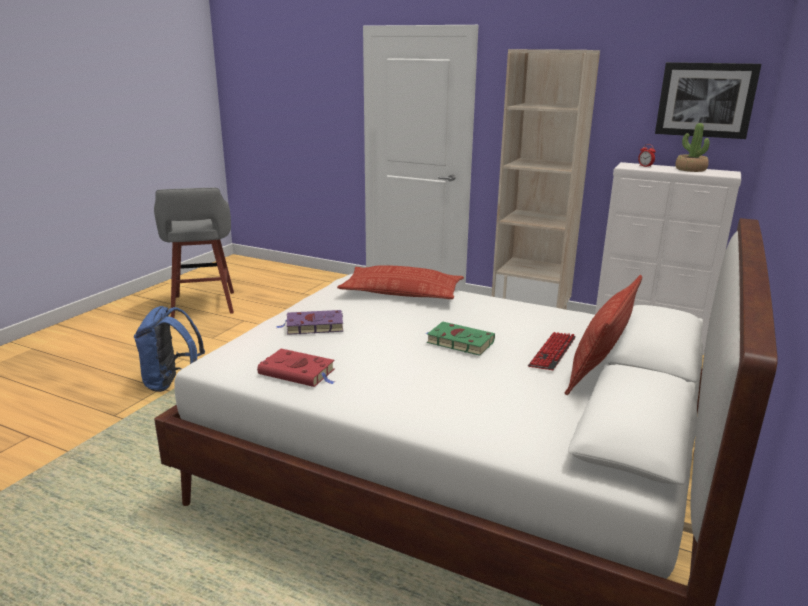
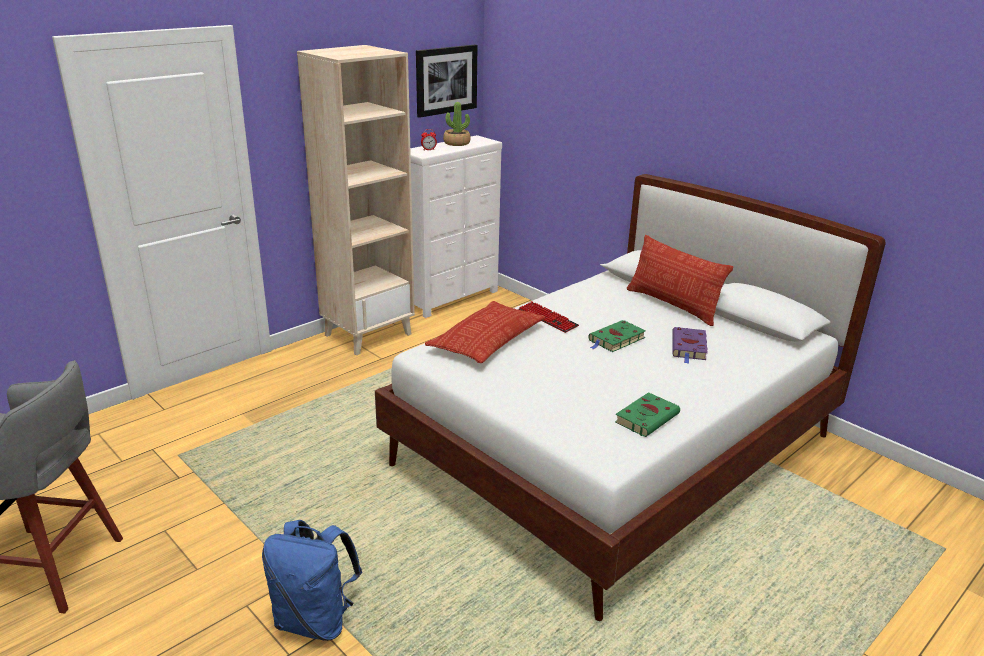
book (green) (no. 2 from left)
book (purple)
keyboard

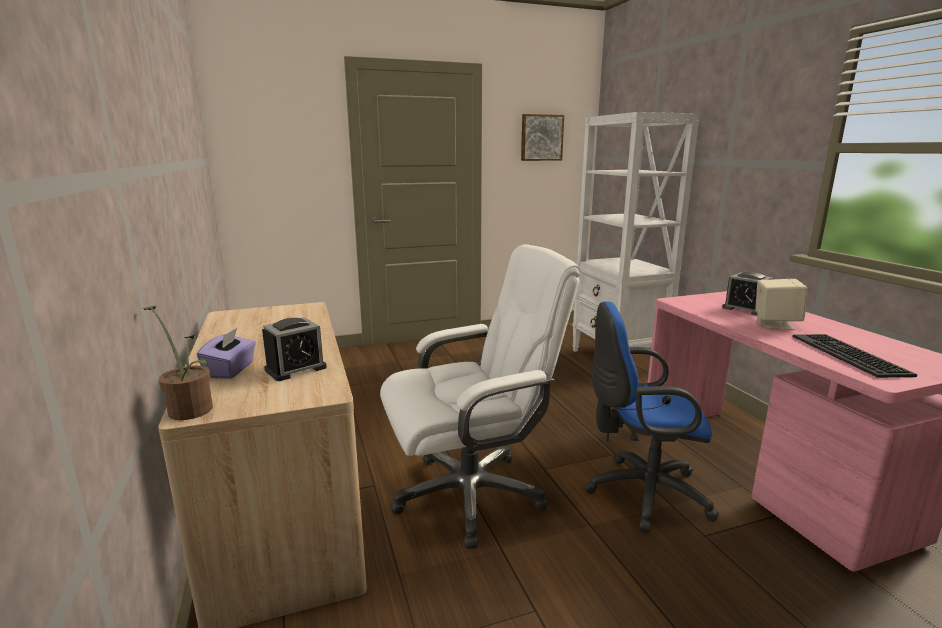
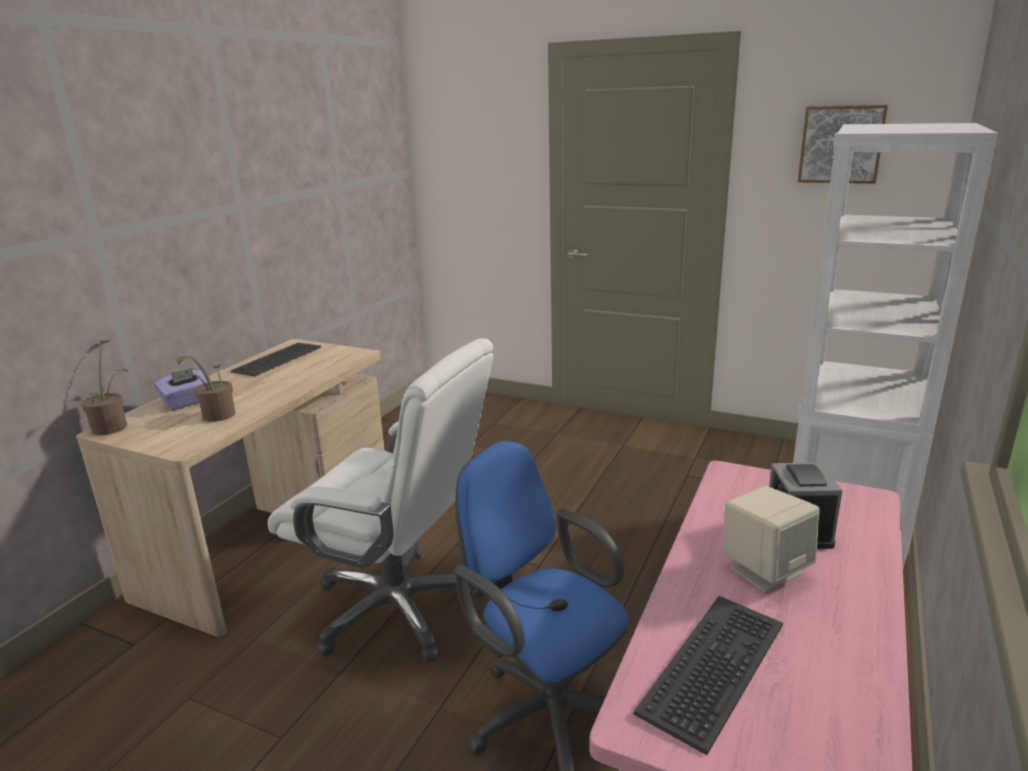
potted plant (no. 2 from left)
keyboard (no. 1 from left)

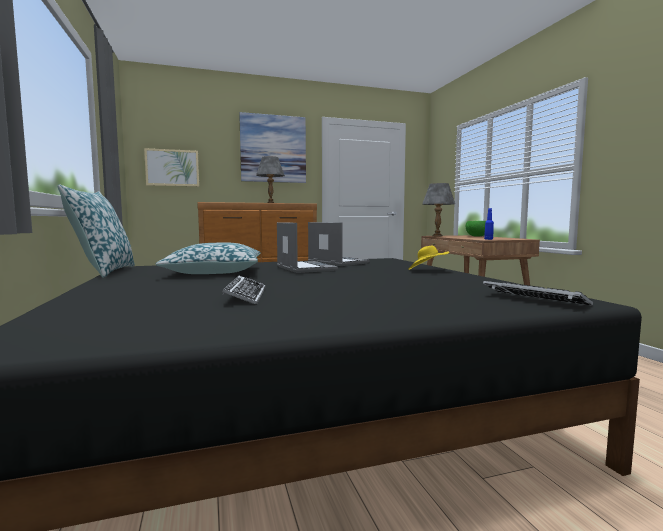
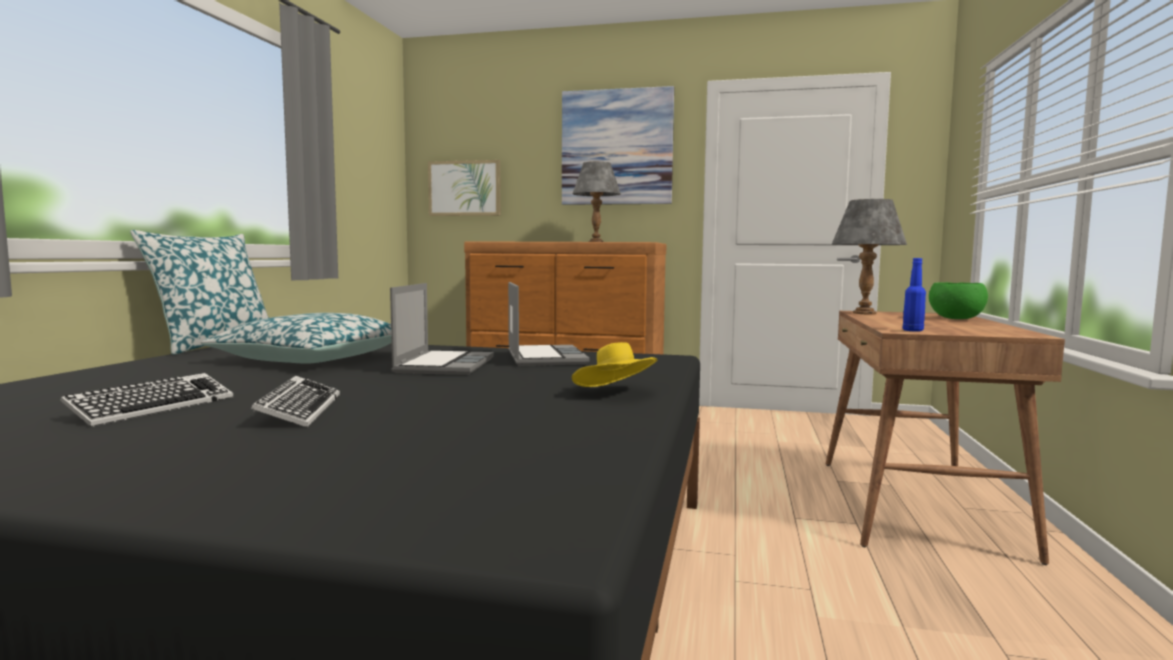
keyboard (no. 2 from left)

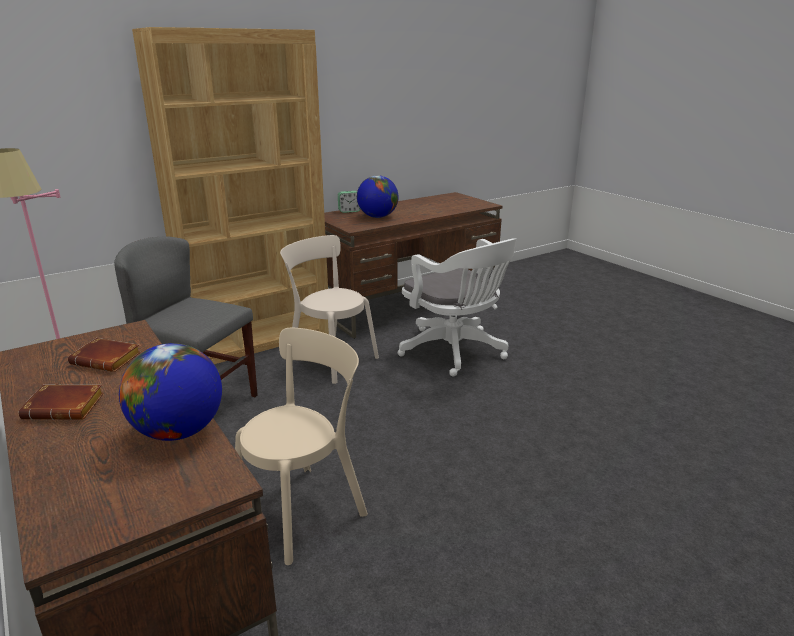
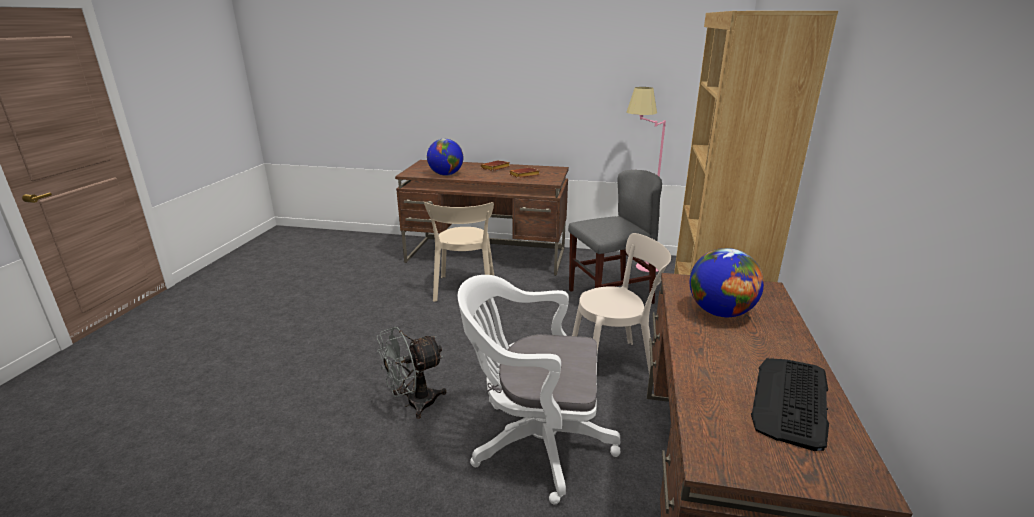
alarm clock
fan (grey)
keyboard

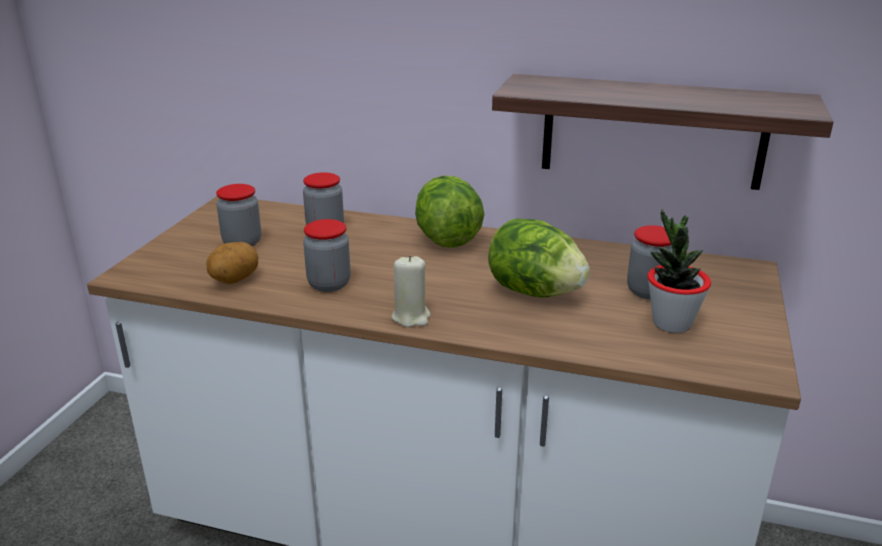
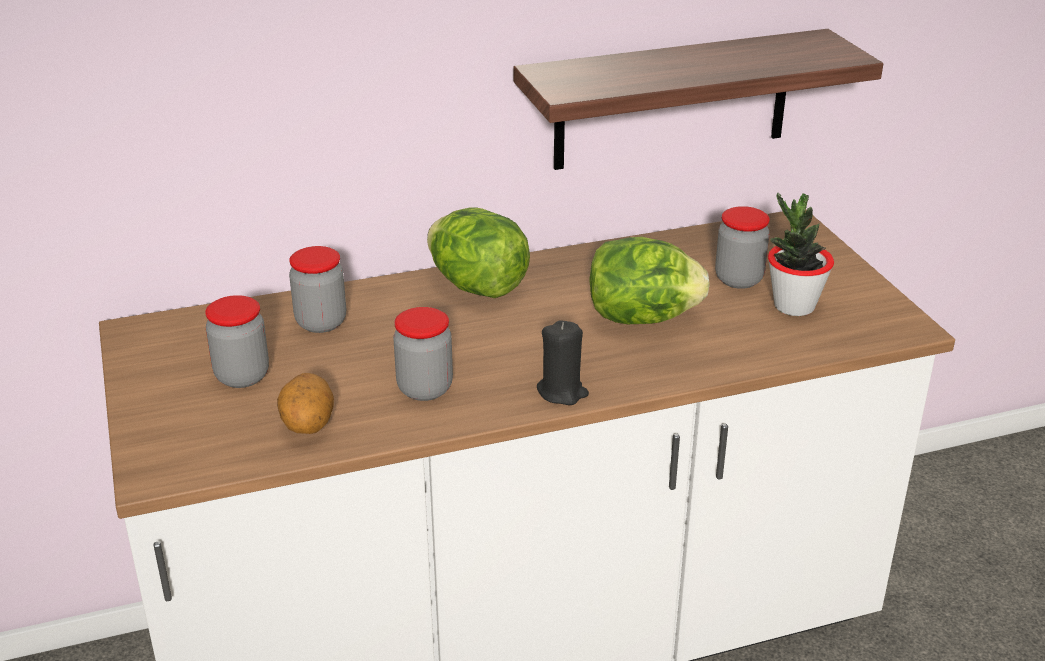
candle (black)

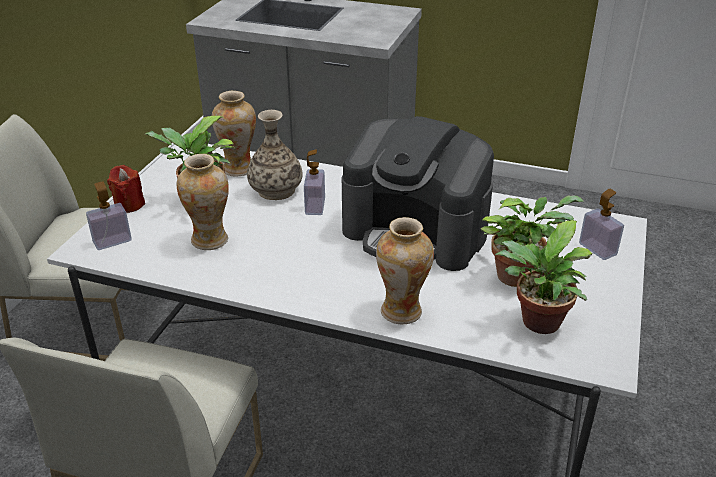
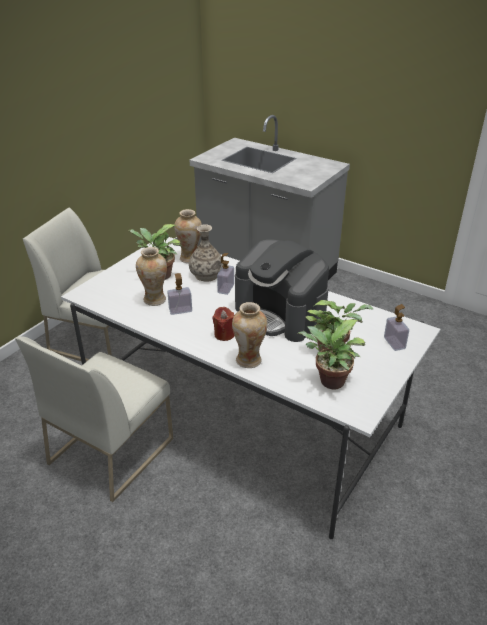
soap dispenser (no. 1 from left)
candle (red)

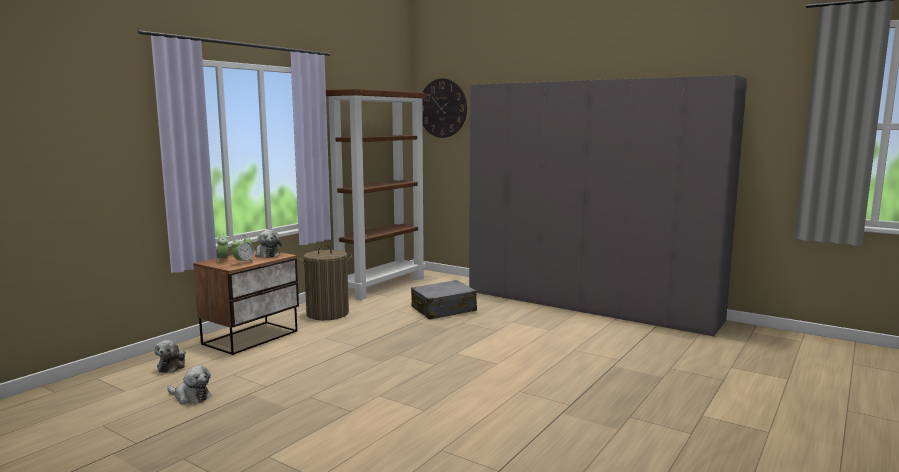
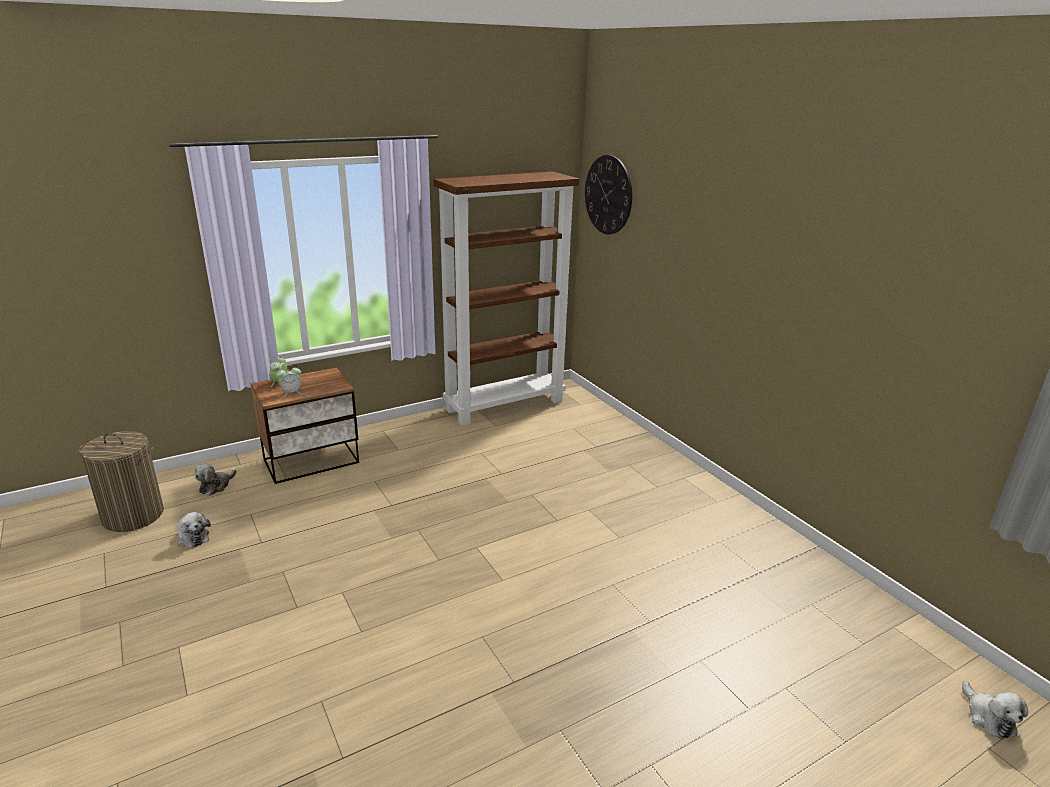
plush toy (no. 3 from left)
laundry basket
suitcase (grey)
wardrobe (grey)

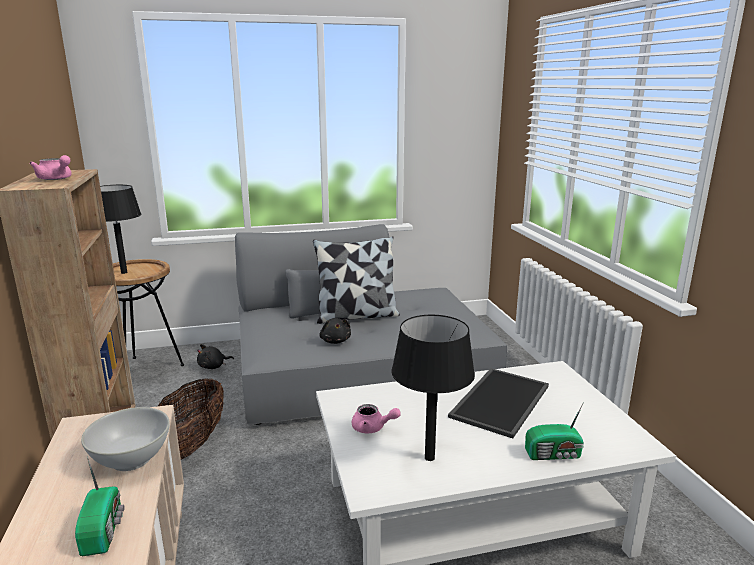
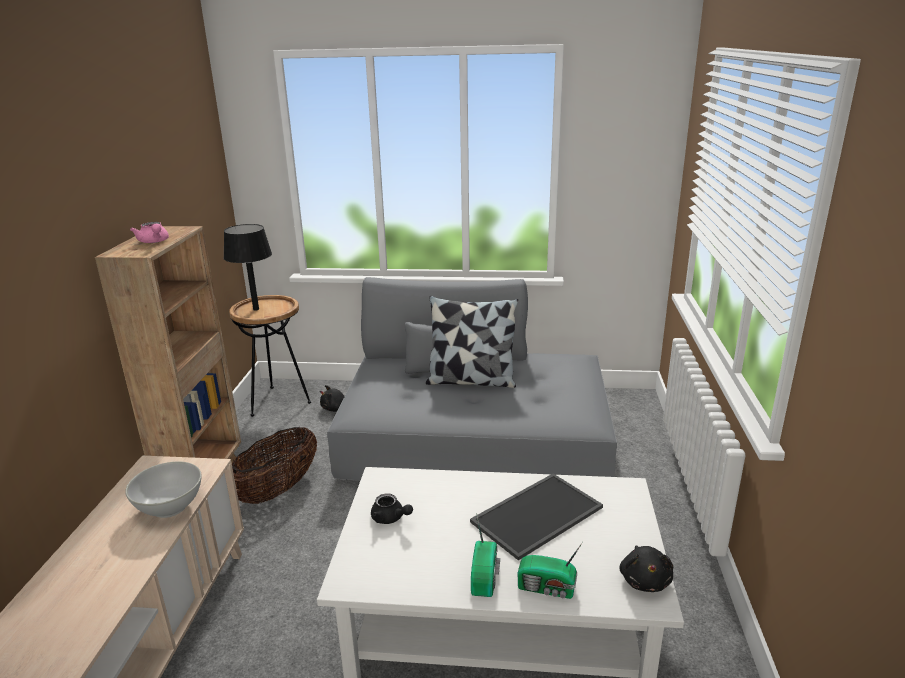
radio (no. 1 from left)
plush toy (black) (no. 2 from left)
teapot (black)
table lamp (black) (no. 2 from left in the first image)

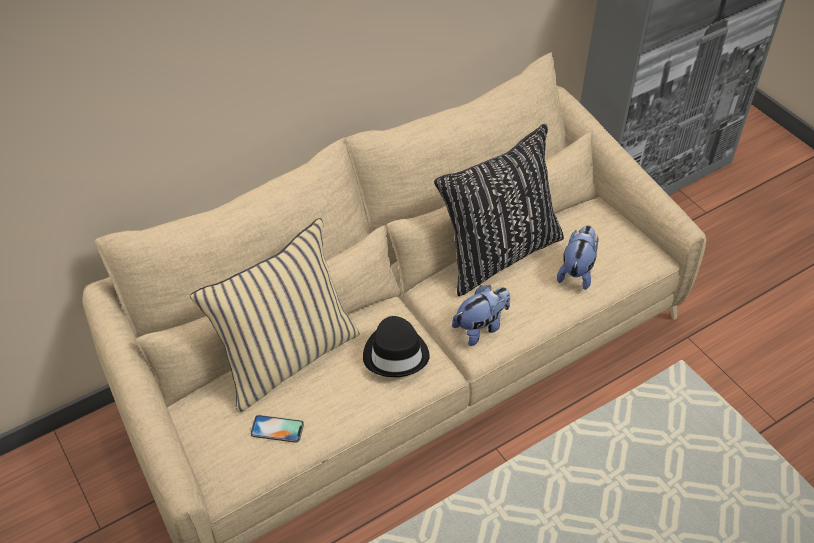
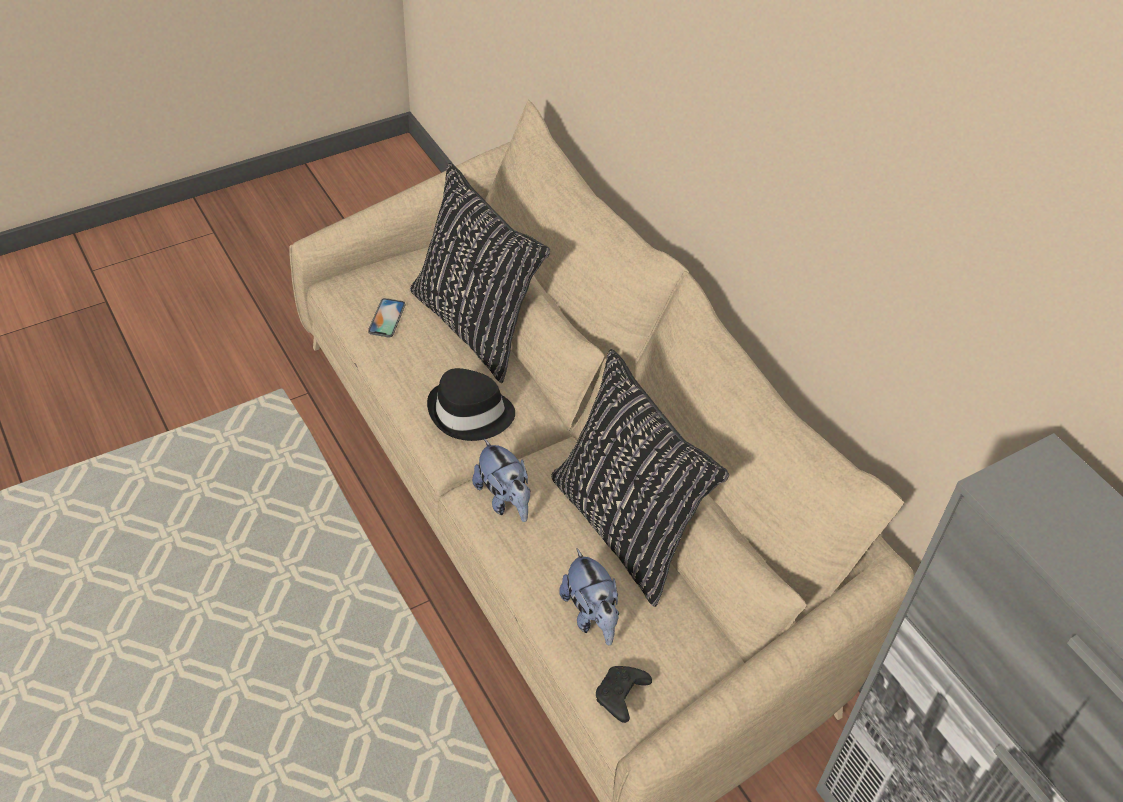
pillow (black) (no. 1 from left)
plush toy (no. 2 from left)
game controller (black)

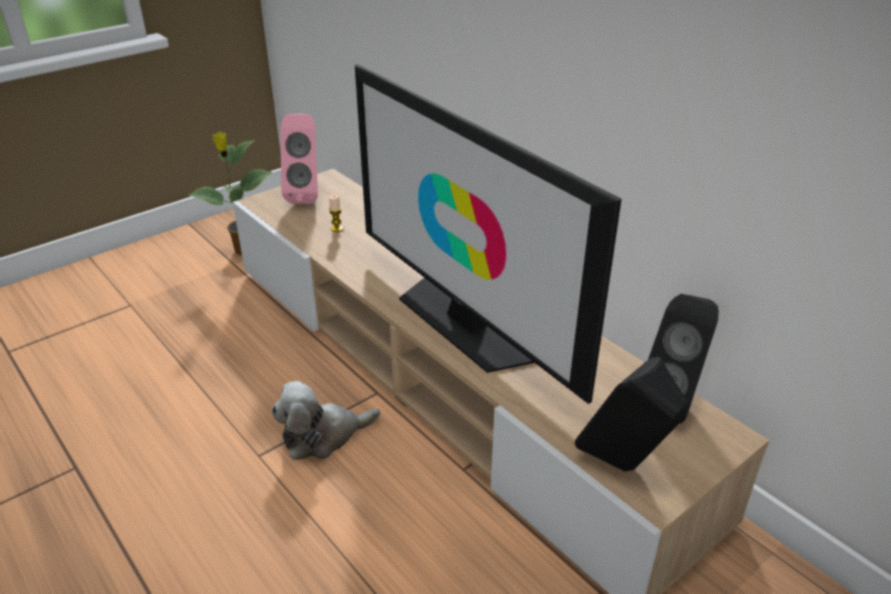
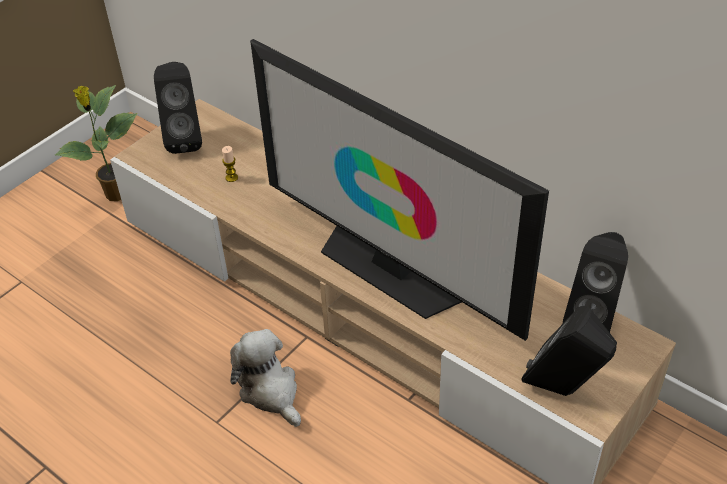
plush toy
speaker (black) (no. 1 from left)

